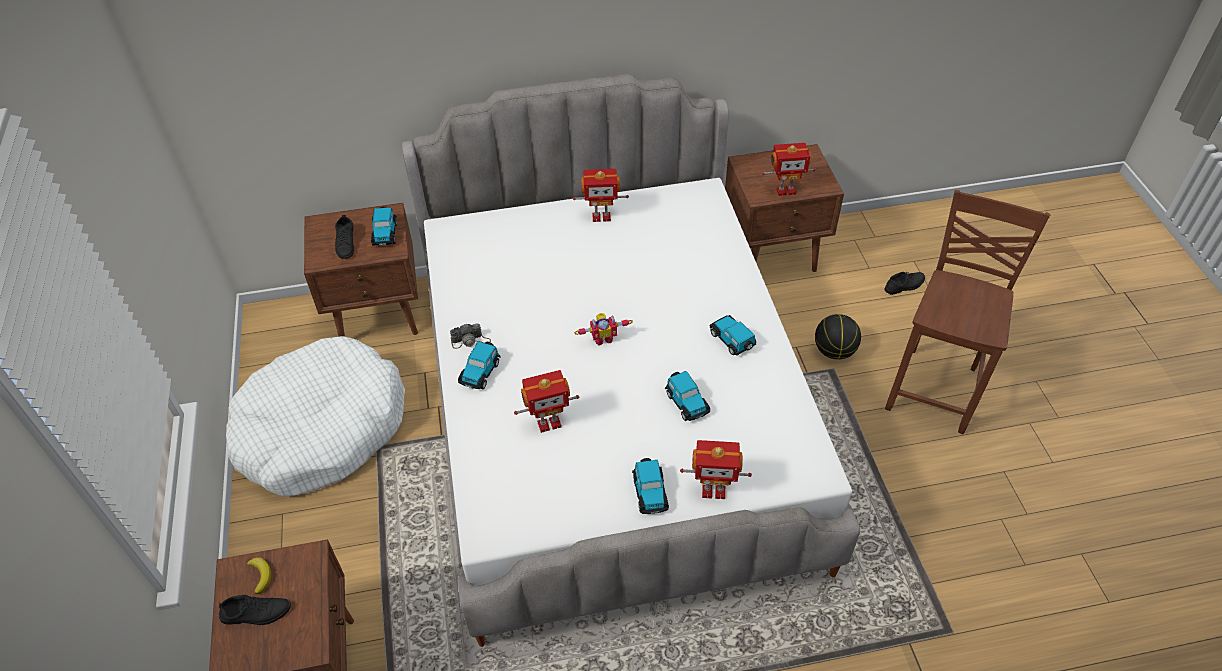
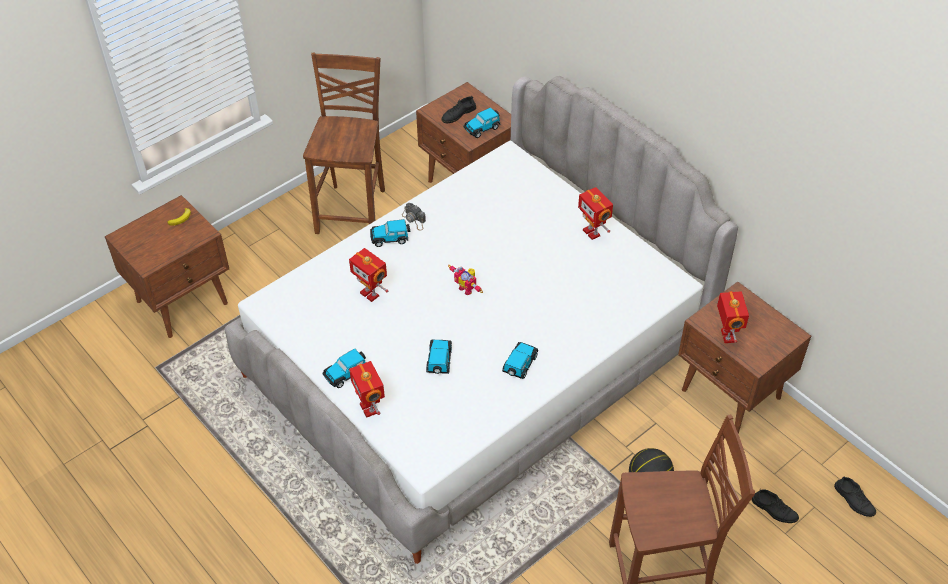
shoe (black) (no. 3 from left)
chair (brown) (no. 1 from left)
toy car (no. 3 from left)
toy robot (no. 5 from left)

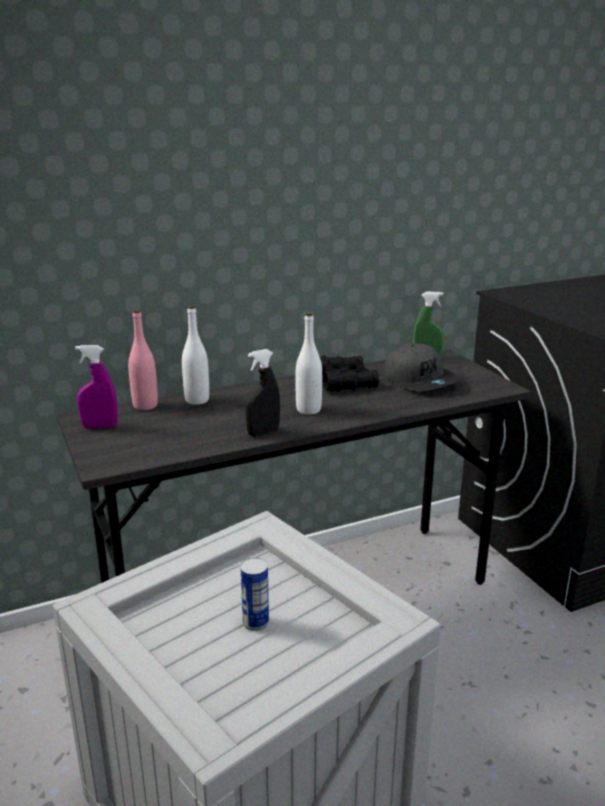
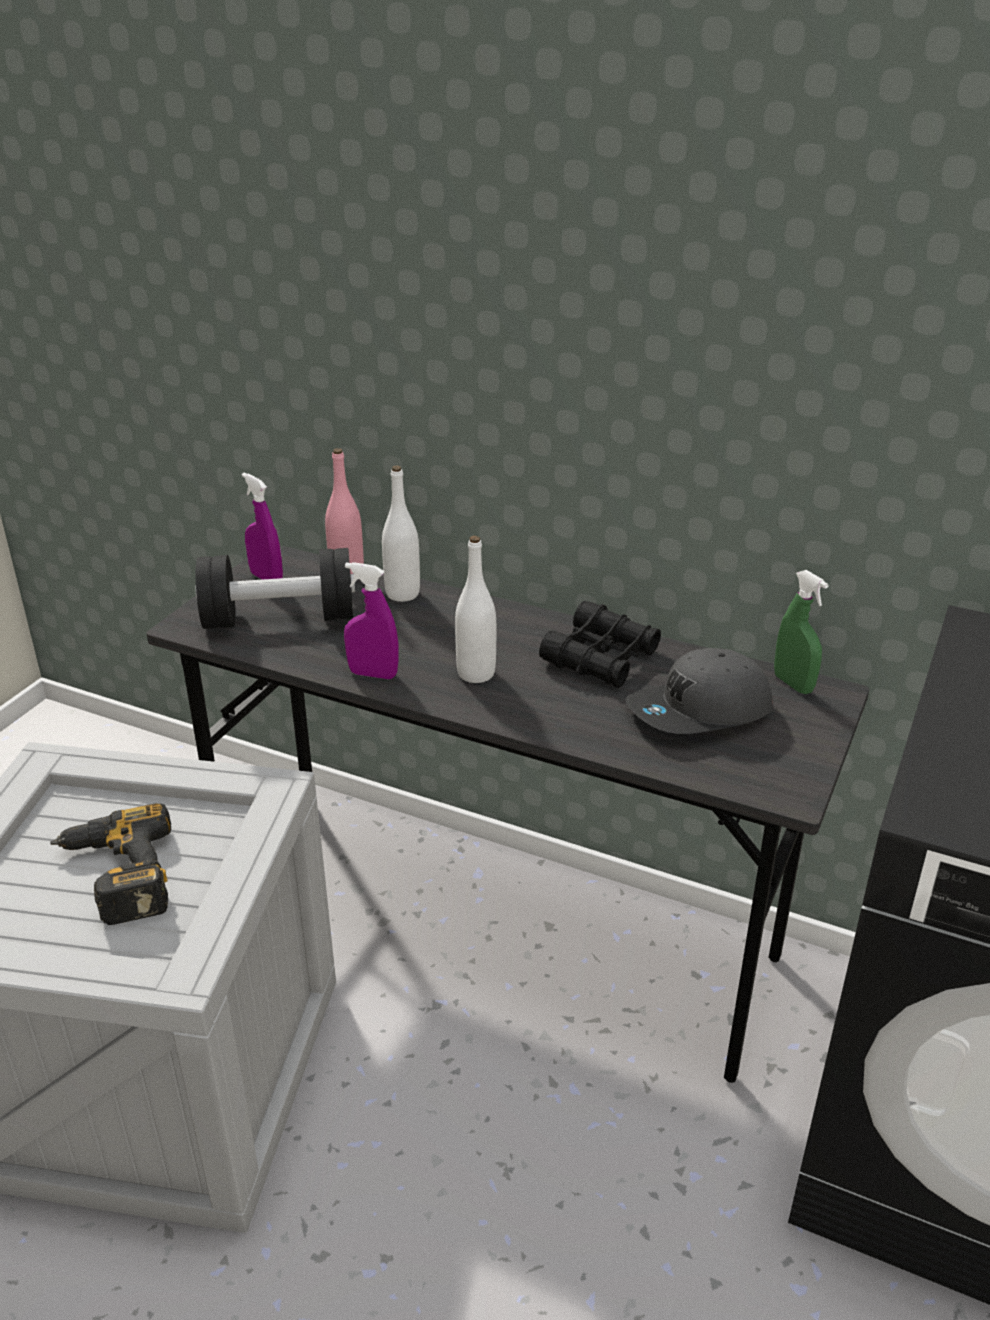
power drill
spray bottle (purple) (no. 2 from left)
cap (grey)
dumbbell (black)

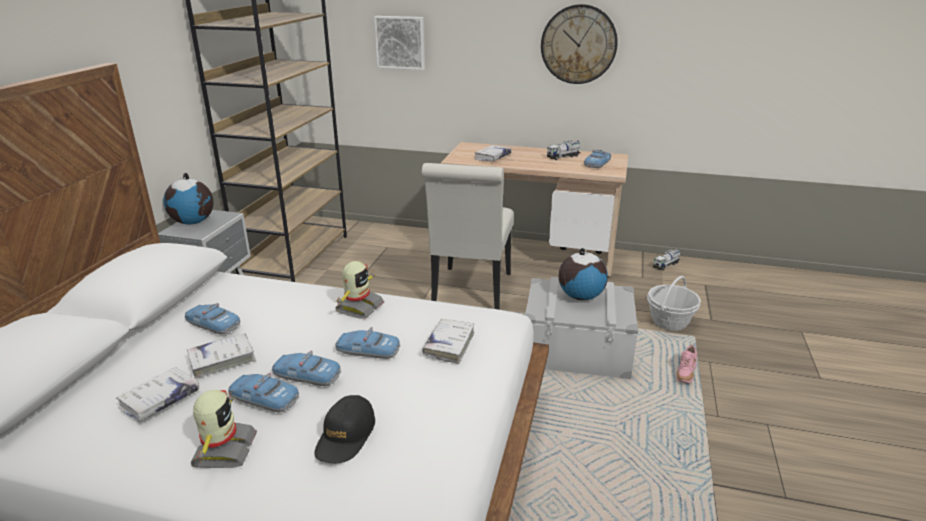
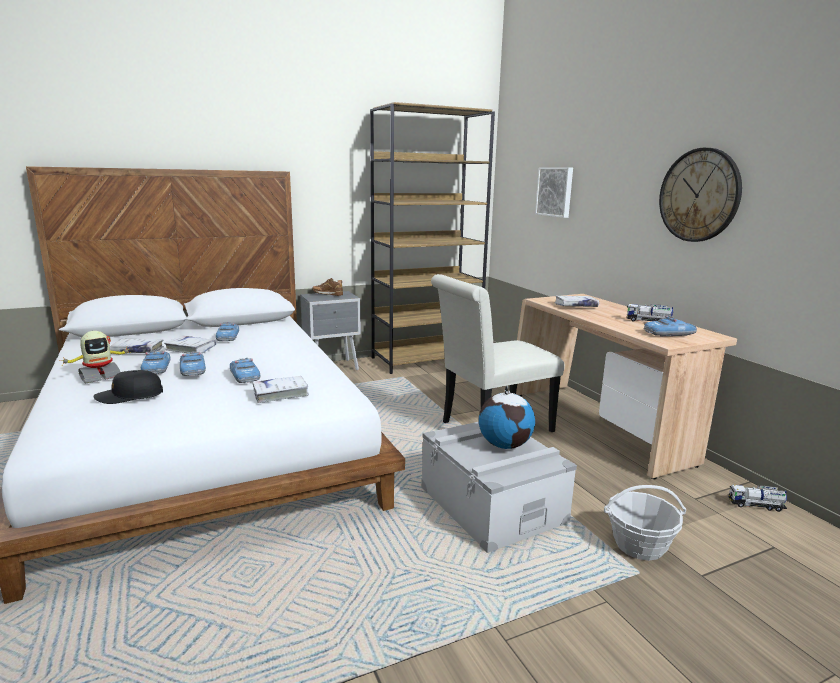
shoe (brown)
toy robot (no. 2 from left in the first image)
shoe (pink)

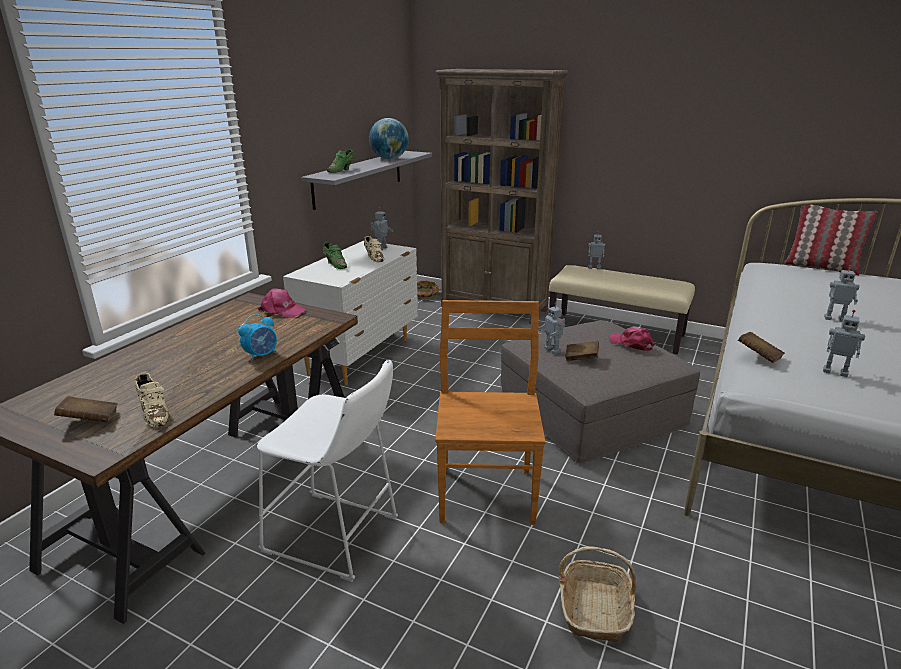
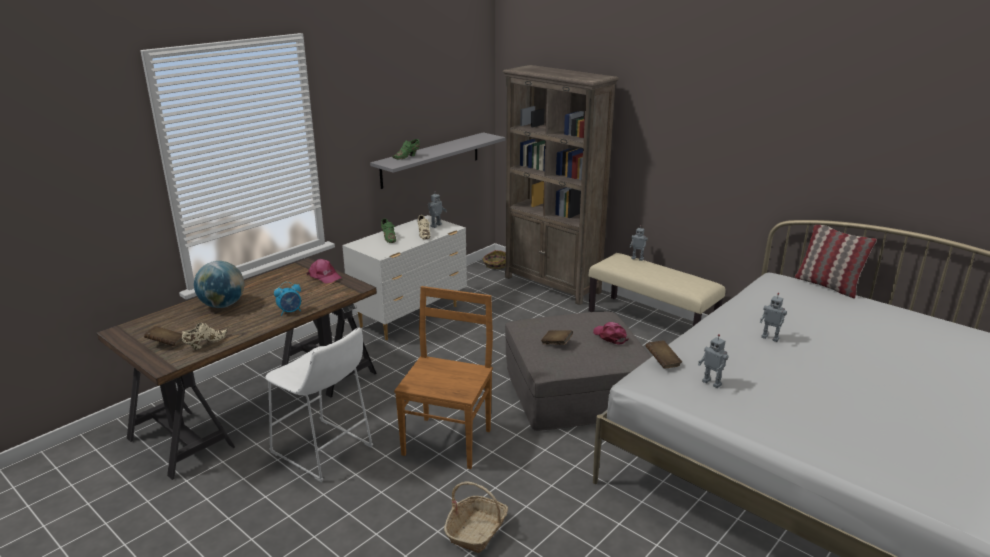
shoe (beige) (no. 1 from left)
globe
toy robot (no. 2 from left in the first image)

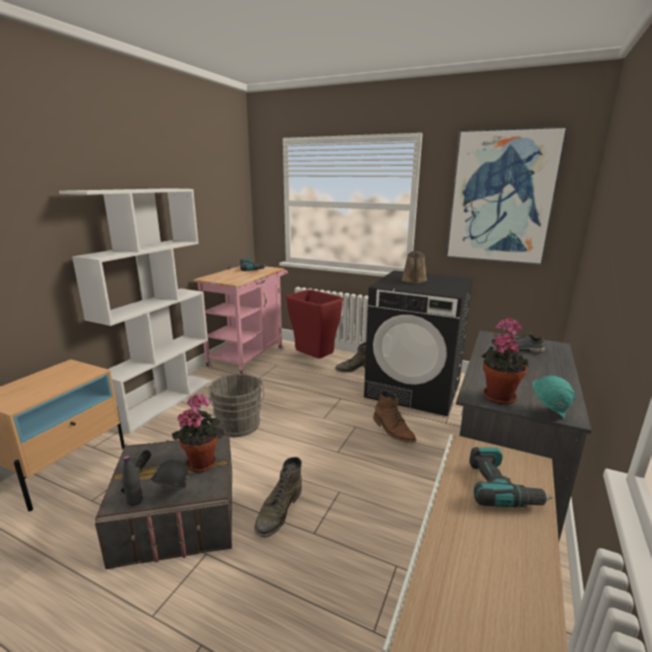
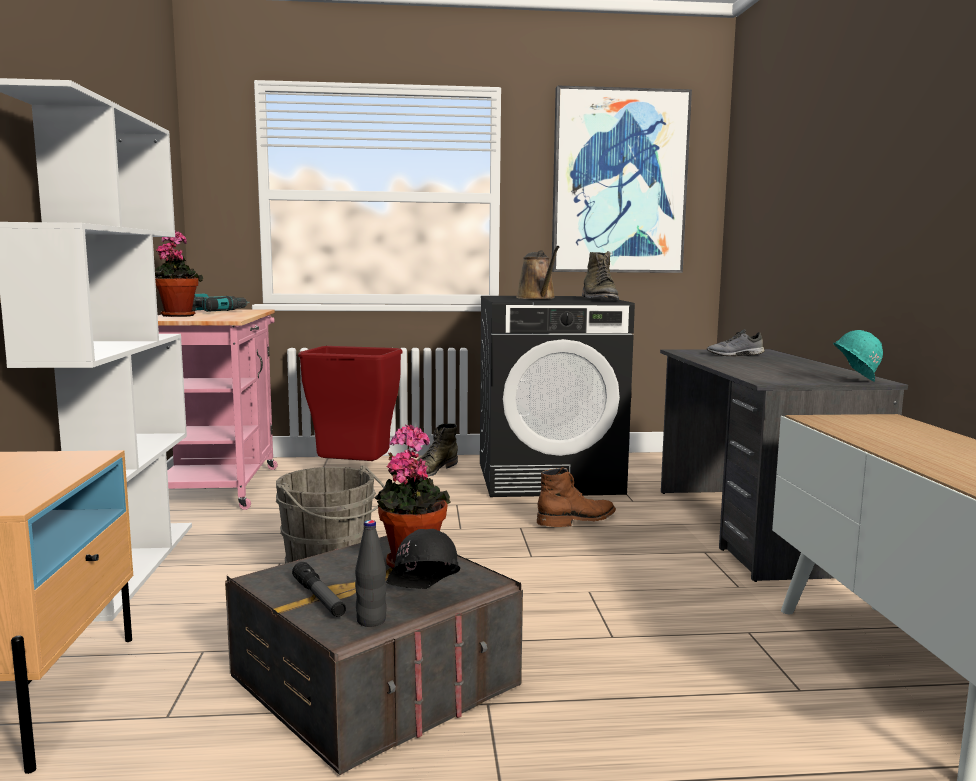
boot (green) (no. 2 from left)
boot (brown)
power drill (no. 2 from left in the first image)
potted plant (no. 1 from left)

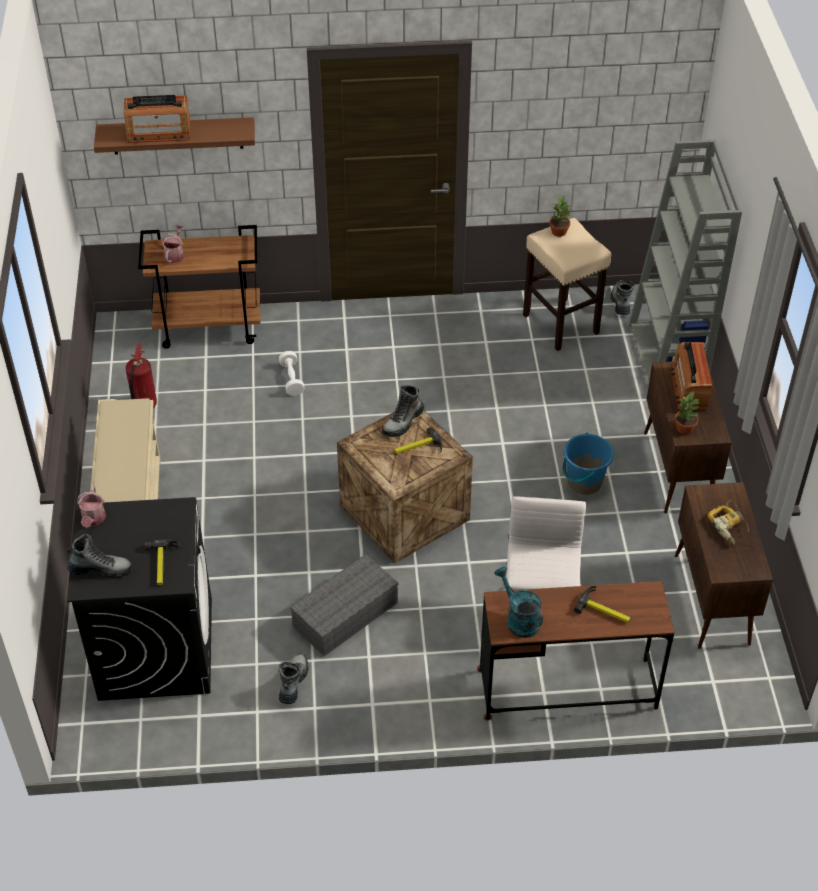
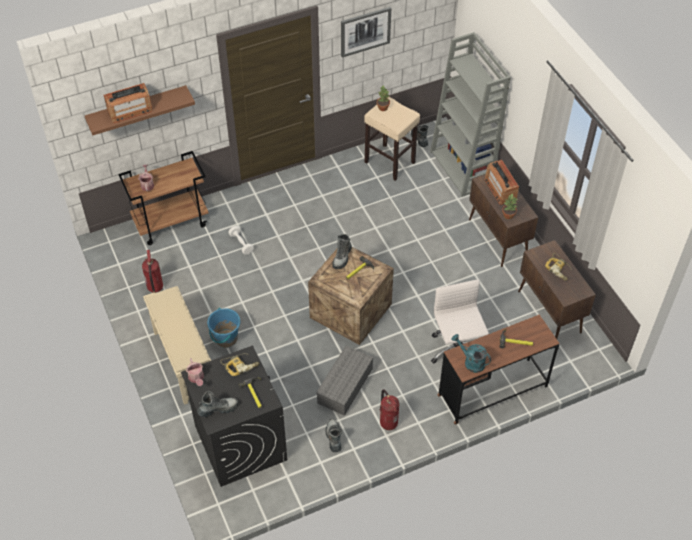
bucket (blue)
power drill (no. 1 from left)
picture
fire extinguisher (no. 2 from left)

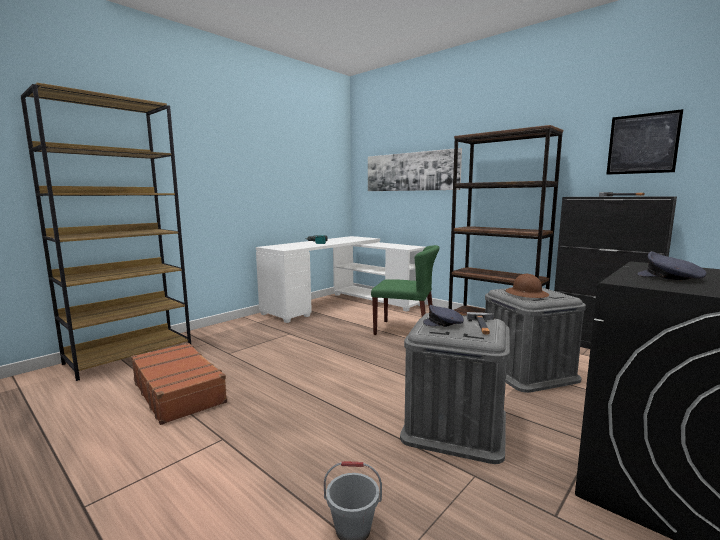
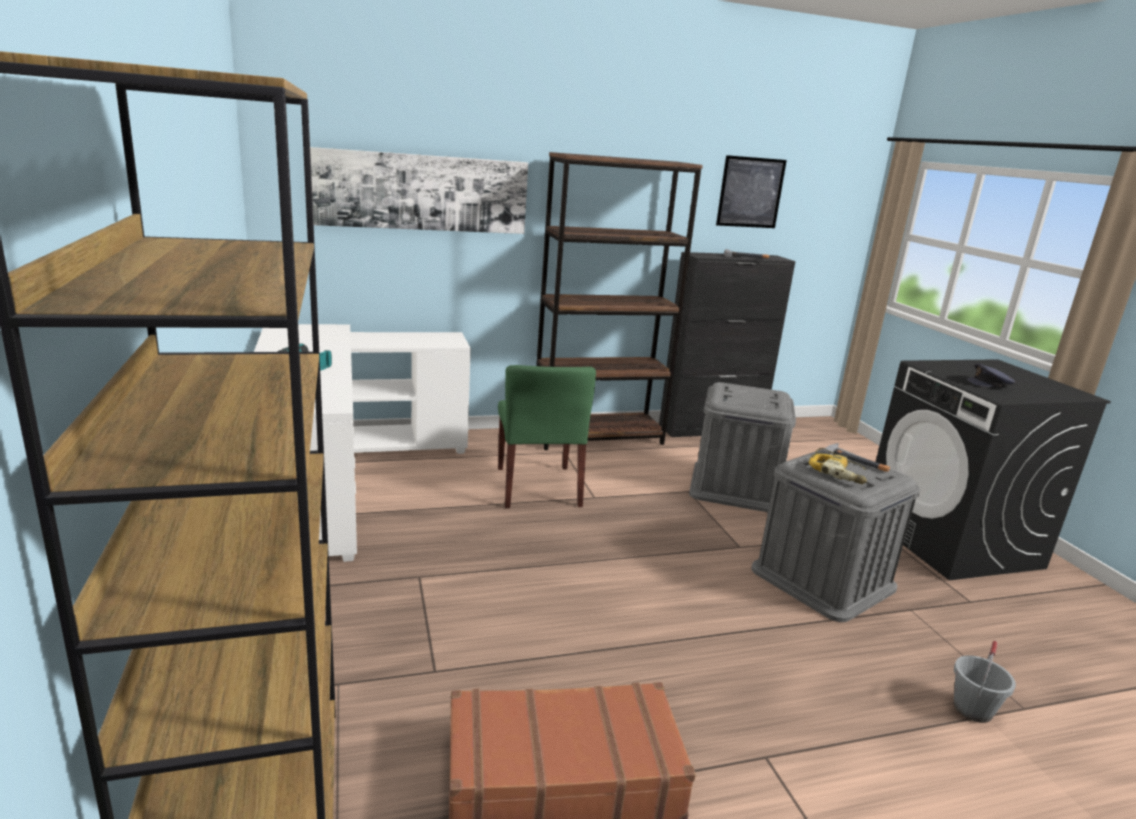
chair (green)
power drill (no. 2 from left)
hard hat (brown)

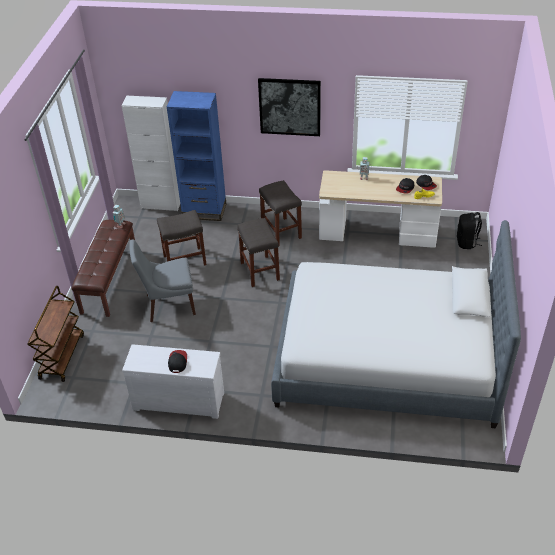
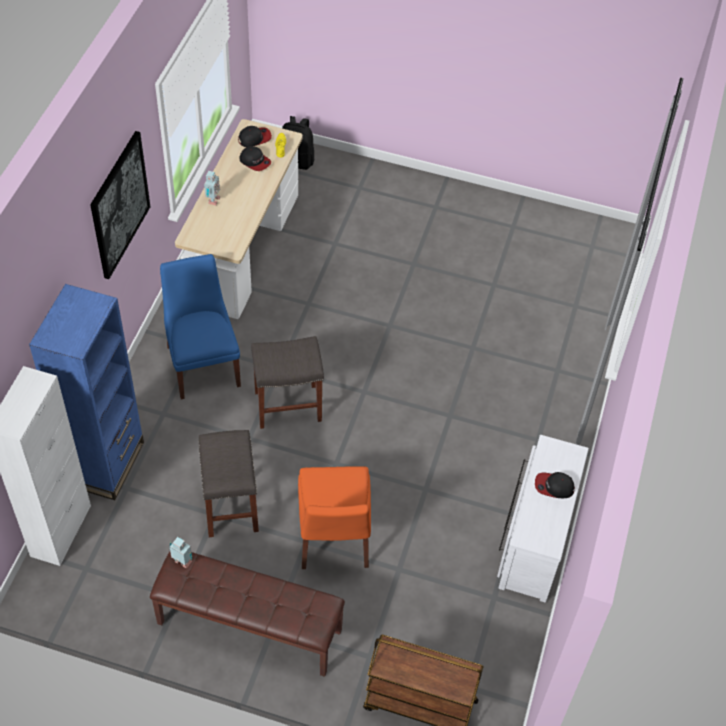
chair (orange)
chair (blue)
bed

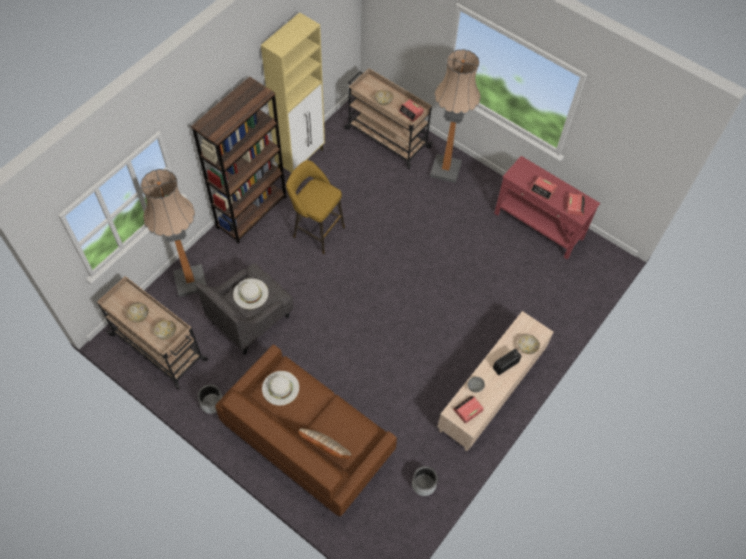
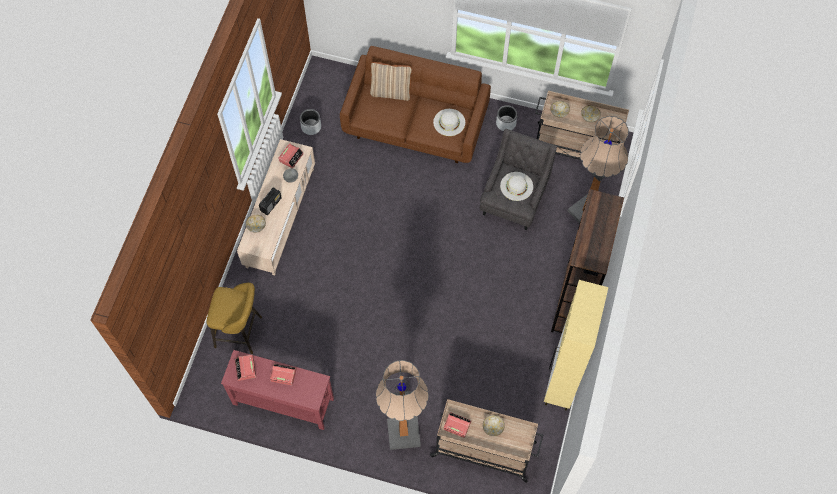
stool (yellow)

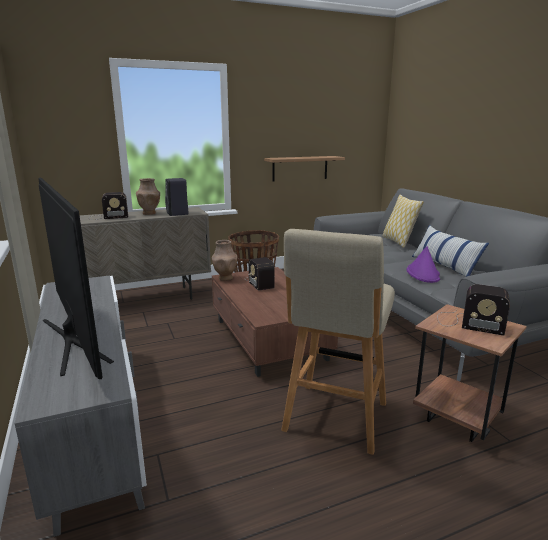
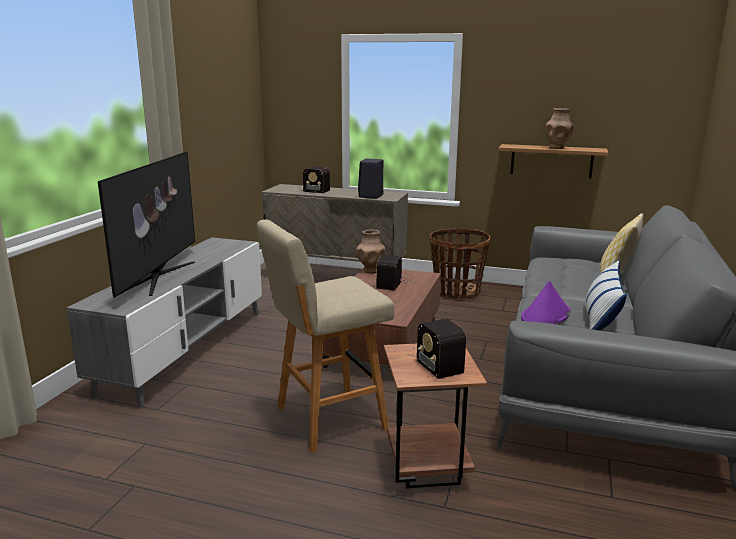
vase (brown) (no. 2 from left)

